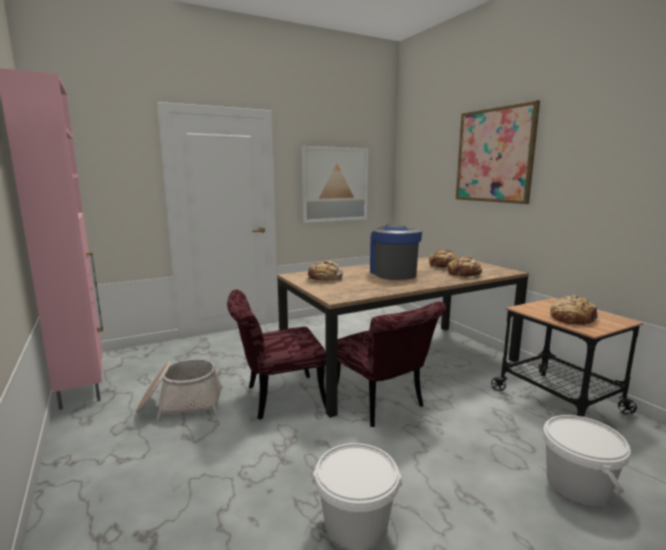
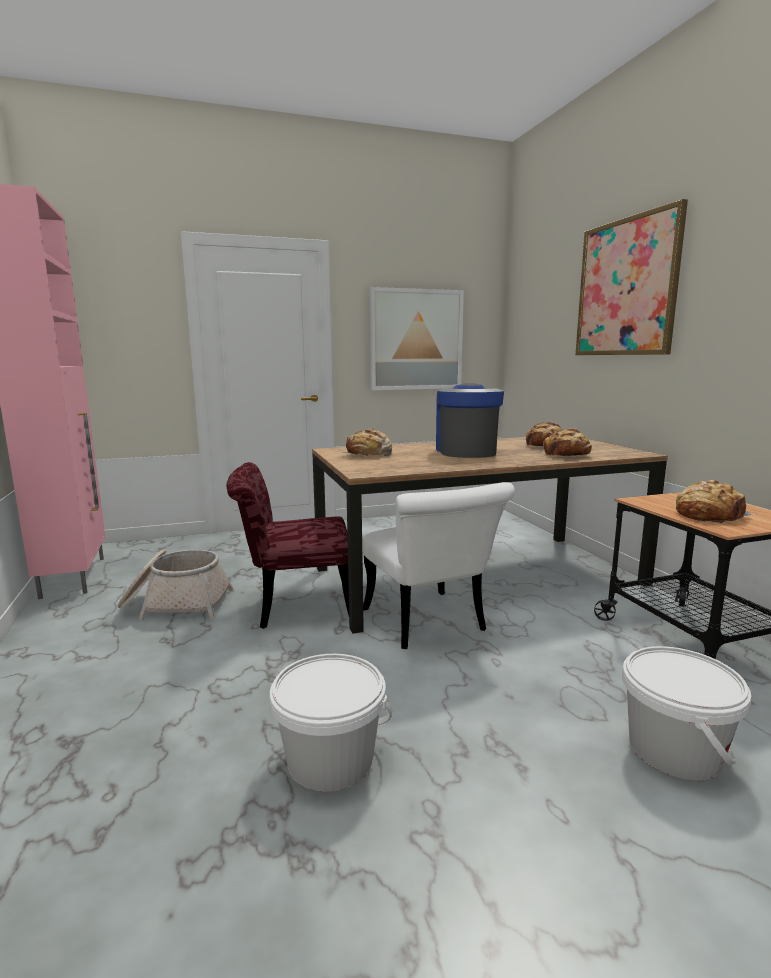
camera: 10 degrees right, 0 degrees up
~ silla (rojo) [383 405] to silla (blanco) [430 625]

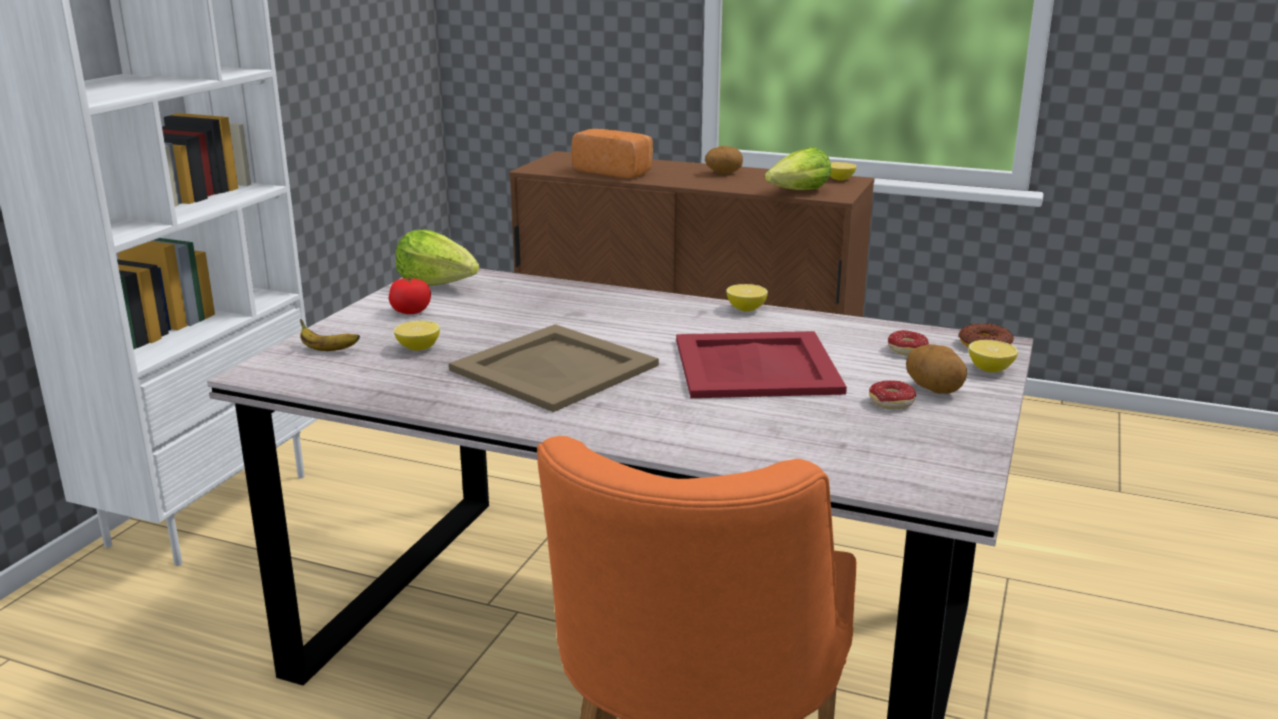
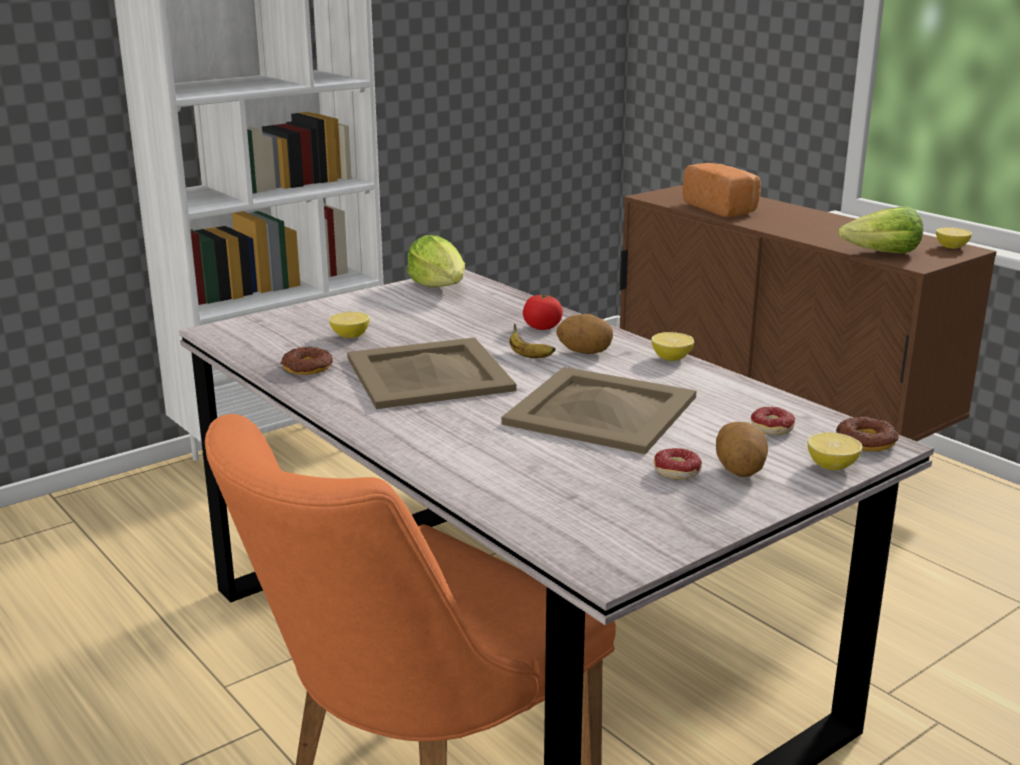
camera: 30 degrees right, 0 degrees up
+ rosquilla [307 367]
~ bandeja (rojo) [754 365] to bandeja (beis) [600 409]
~ plátano [327 349] to [528 356]
~ tomate [410 311] to [542 327]
~ patata [723 173] to [584 352]

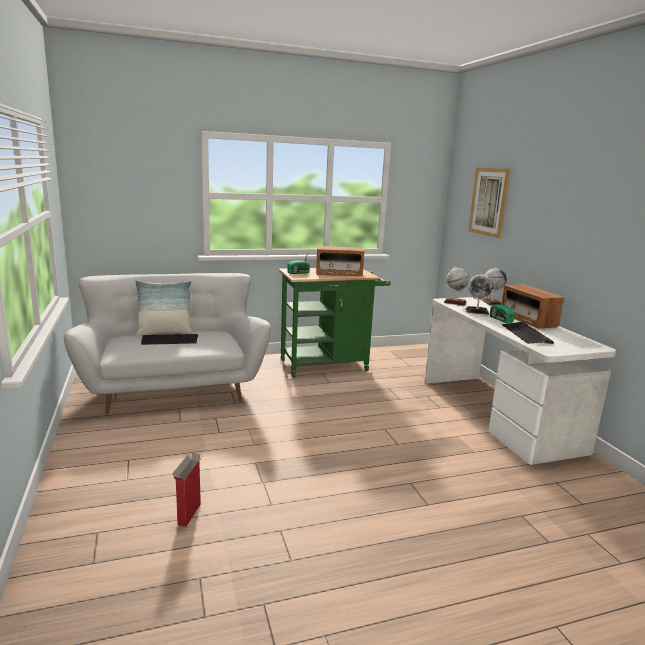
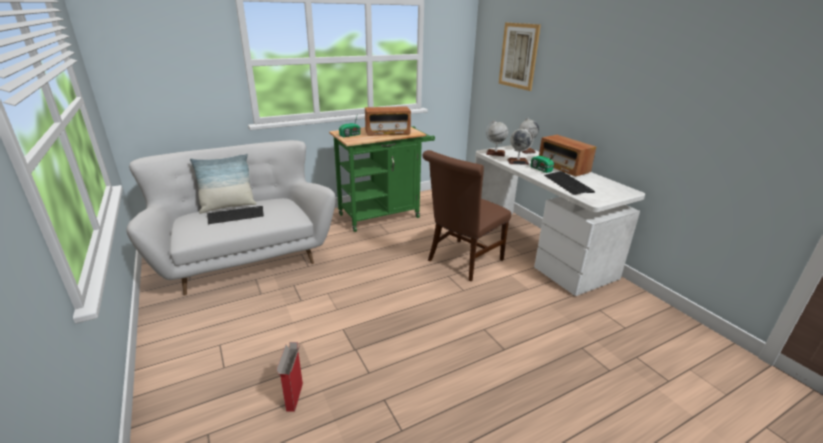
camera: 10 degrees left, 10 degrees up
+ silla (marrón) [462 261]

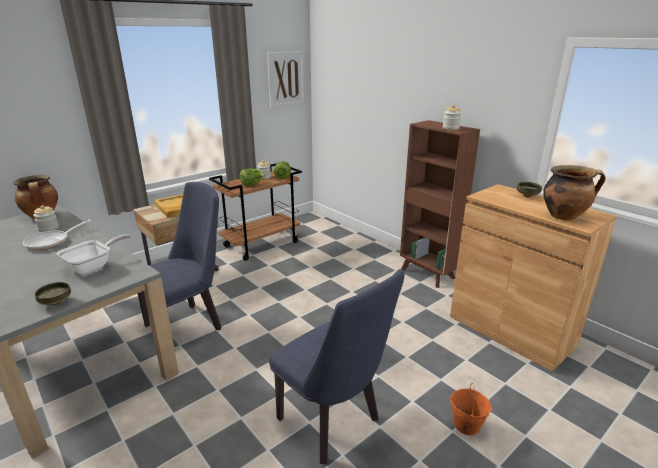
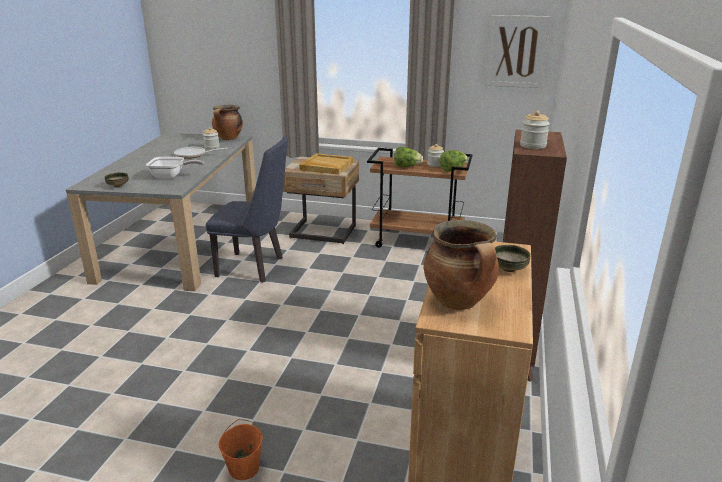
camera: 55 degrees right, 0 degrees up
- silla (azul) [334 424]

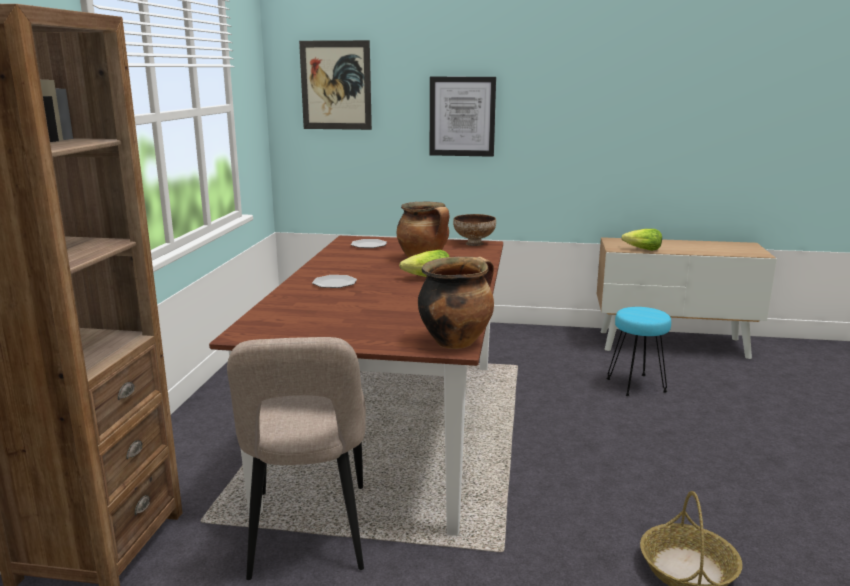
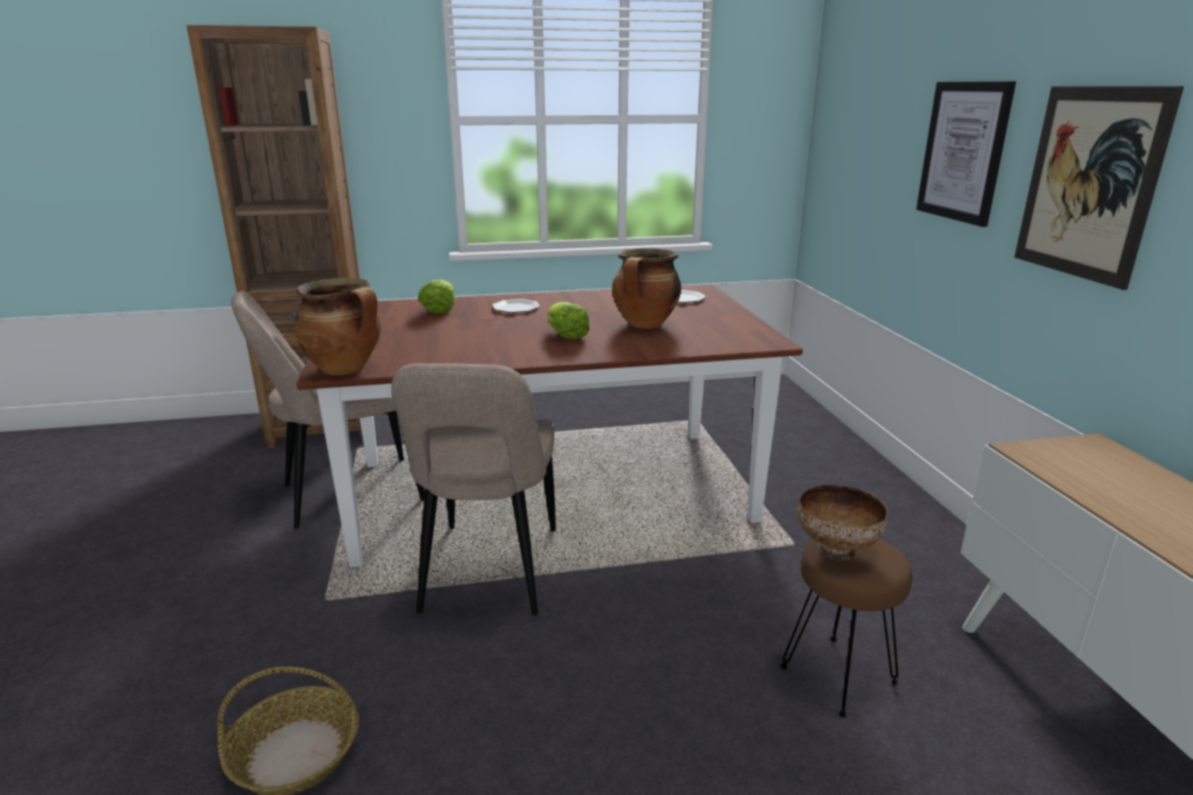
camera: 70 degrees right, 5 degrees up
+ silla (beis) [488 574]
~ lechuga [642 249] to [439 309]
~ taburete (turquesa) [636 385] to taburete (marrón) [838 676]
~ cuenco [474 243] to [837 550]
~ cuadro [336 85] to [1089 183]

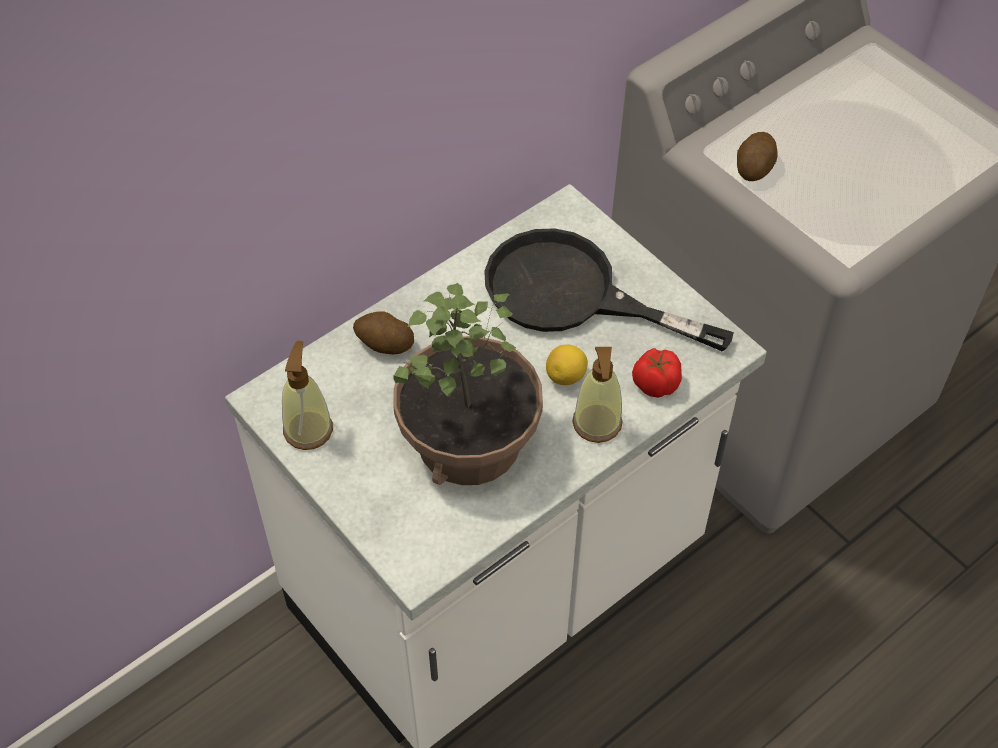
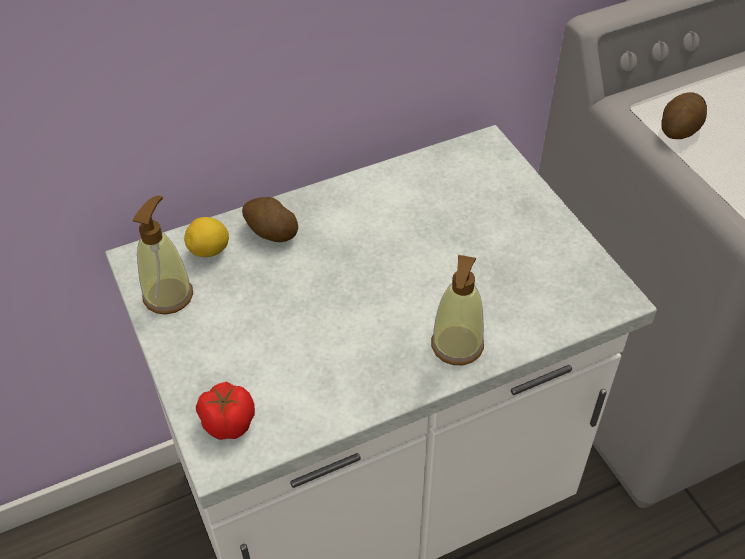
camera: 15 degrees right, 5 degrees down
~ limón [566 376] to [209 251]
~ tomate [655 384] to [227 422]
- planta en maceta [470 443]
- sartén (negro) [572 295]

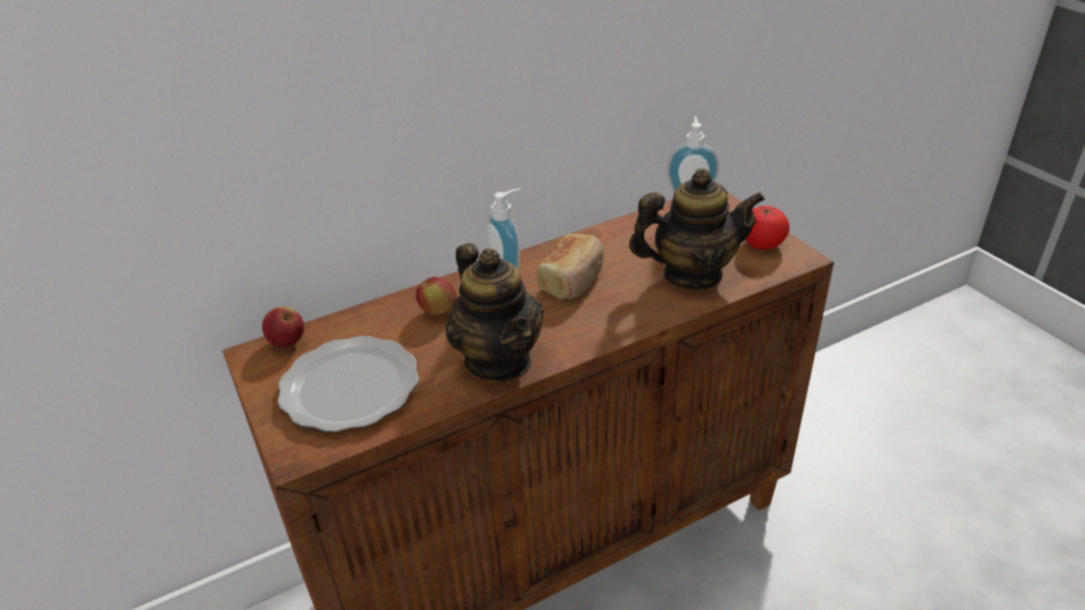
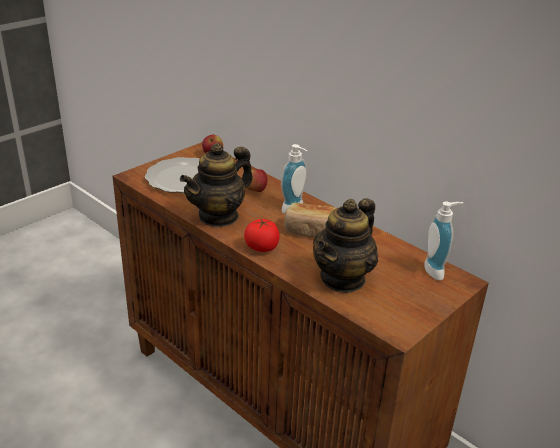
camera: 70 degrees right, 5 degrees down
~ tomate [762 244] to [261 247]
~ tetera [692 274] = [343 278] 60 degrees clockwise

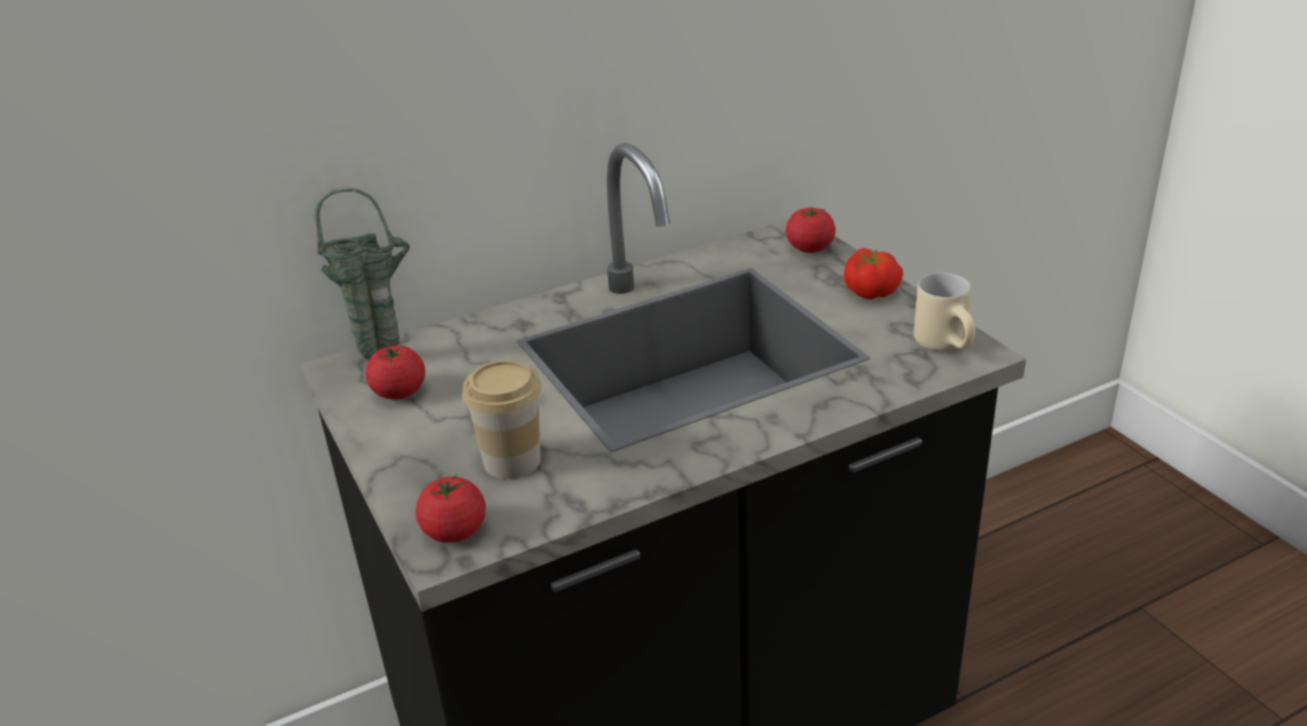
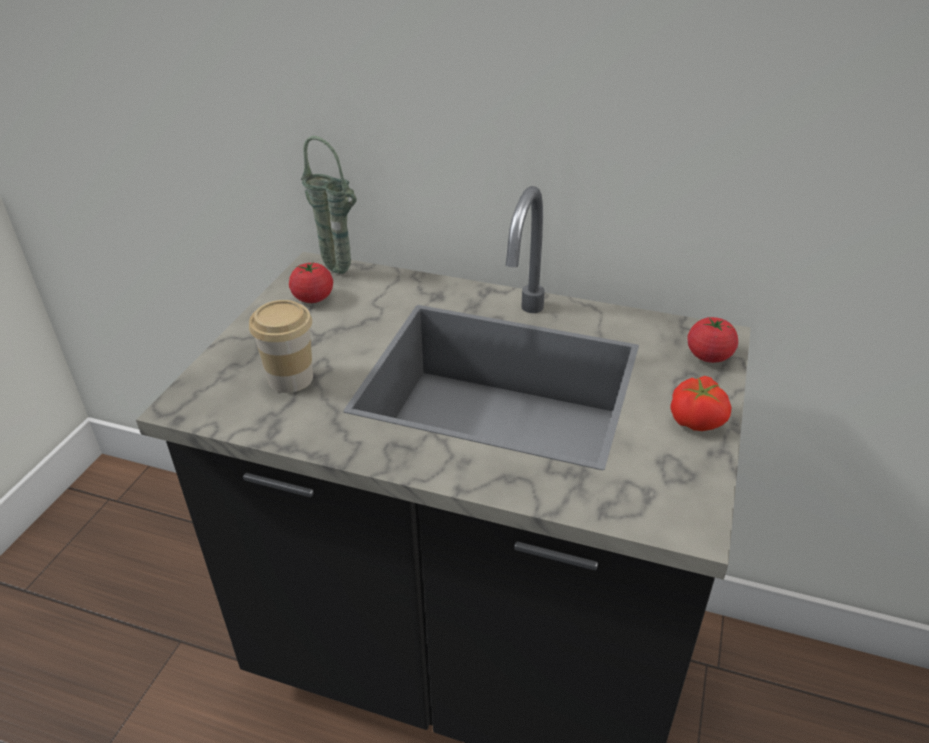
camera: 45 degrees right, 5 degrees up
- tomate [454 531]
- taza grande (beis) [948 346]

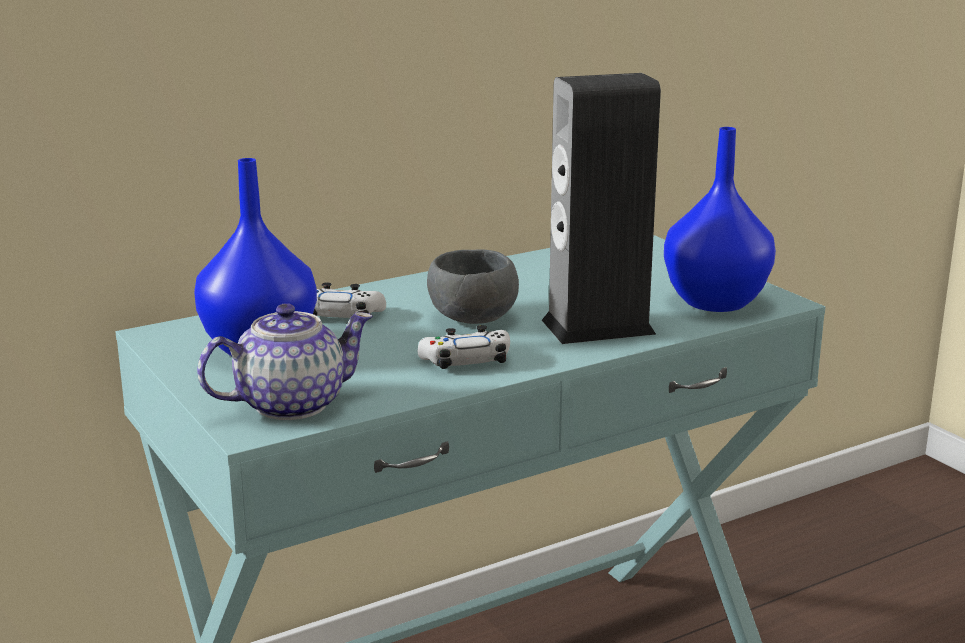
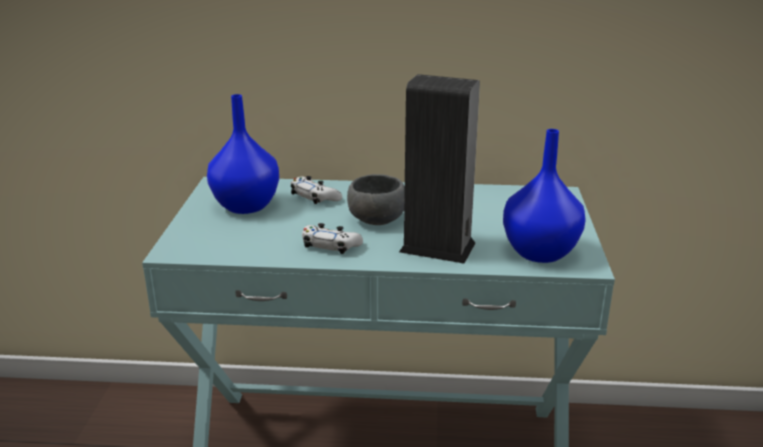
camera: 35 degrees right, 5 degrees up
- tetera [289 404]

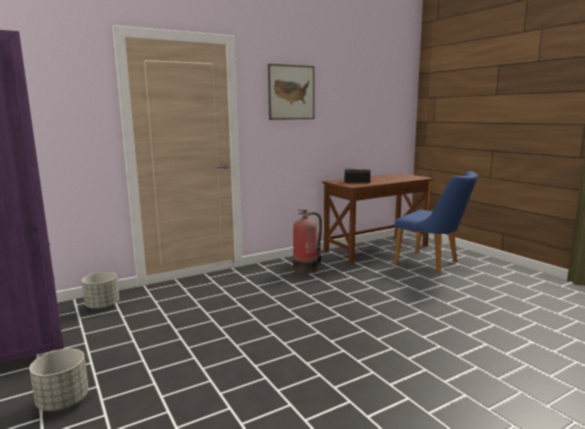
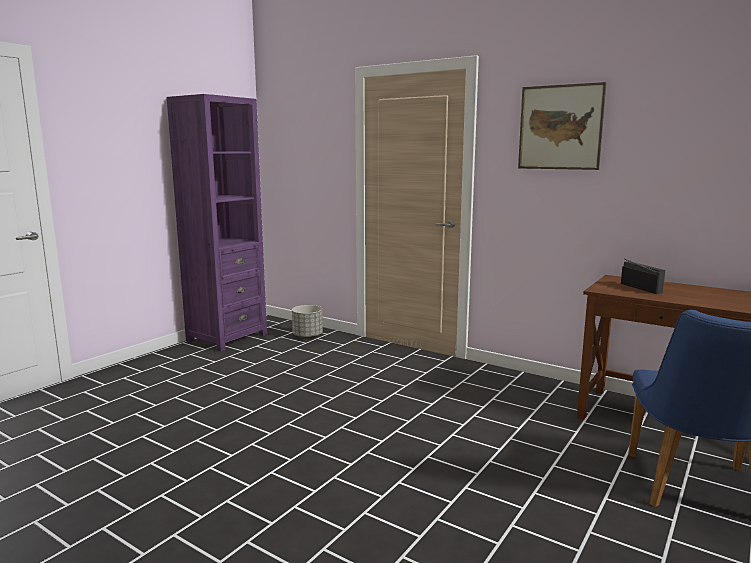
camera: 65 degrees right, 0 degrees up
- maceta (gris) [63 401]
- extintor [307 269]

